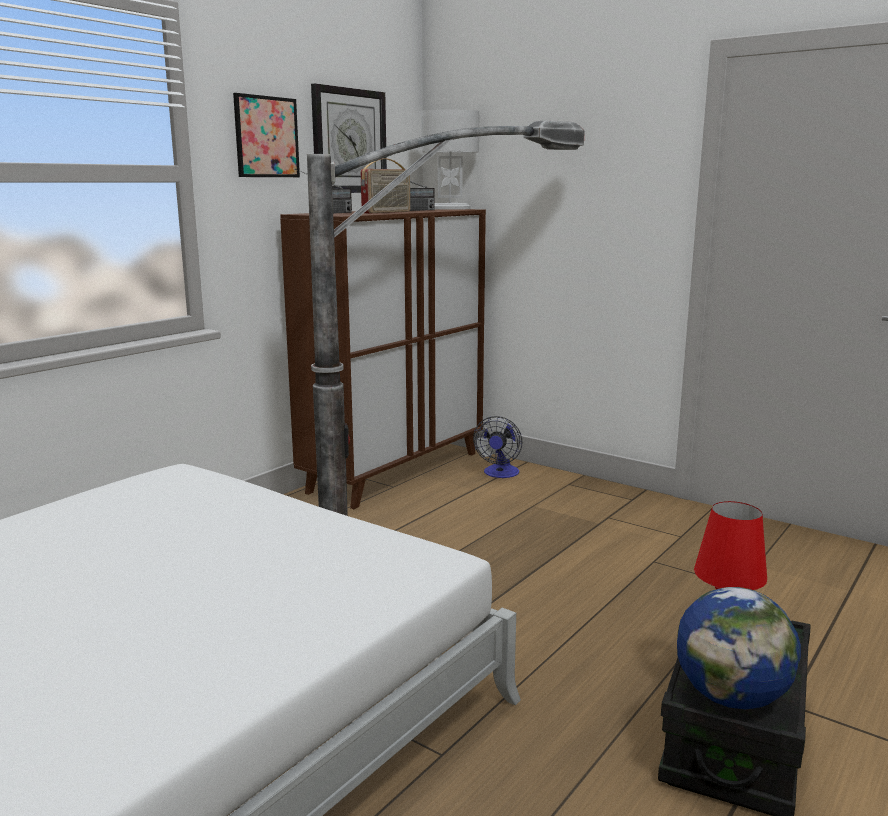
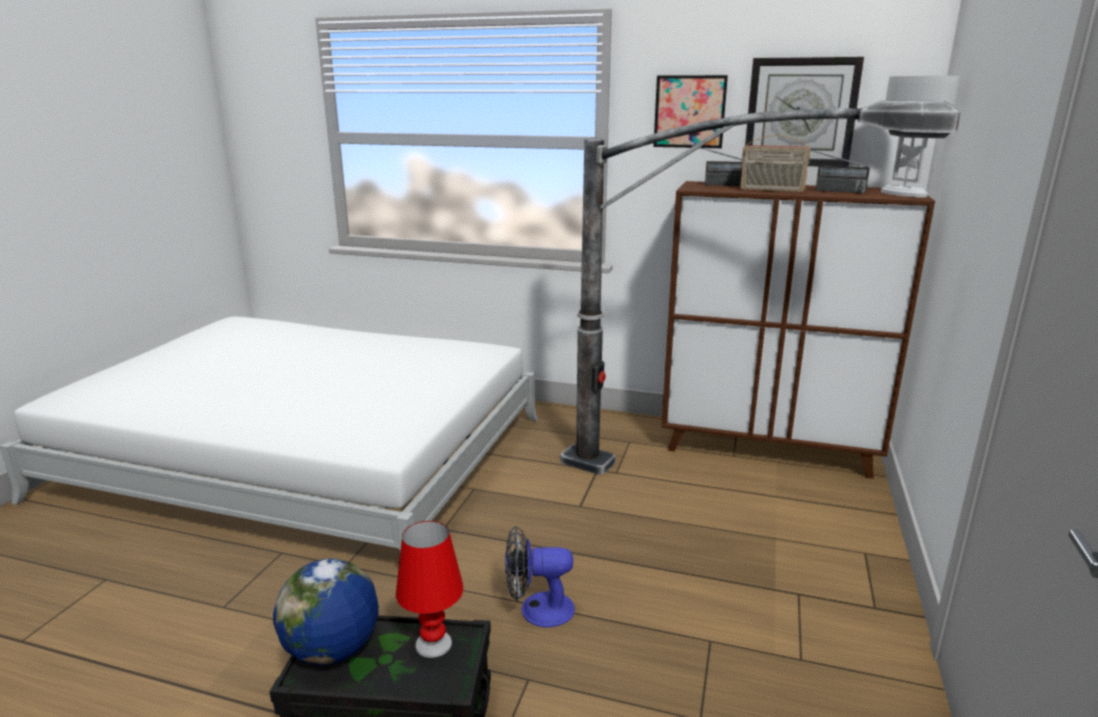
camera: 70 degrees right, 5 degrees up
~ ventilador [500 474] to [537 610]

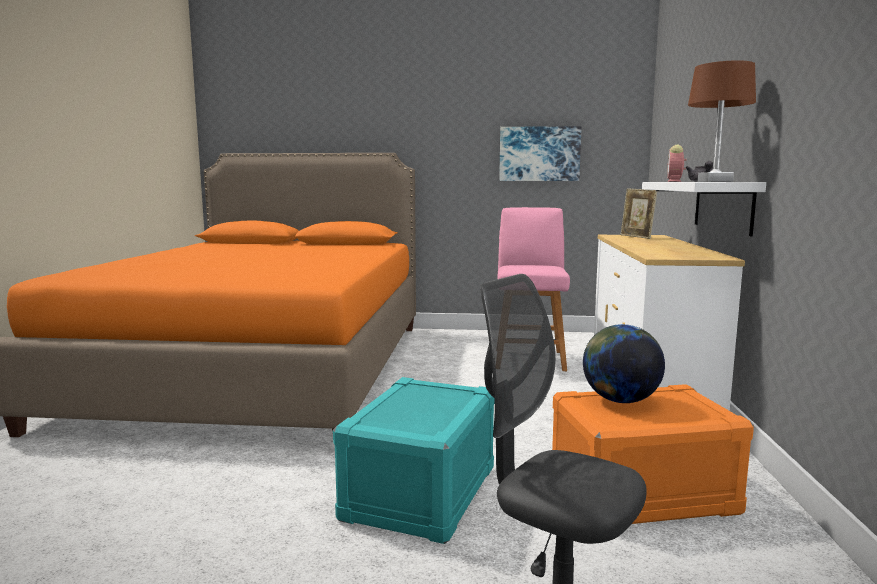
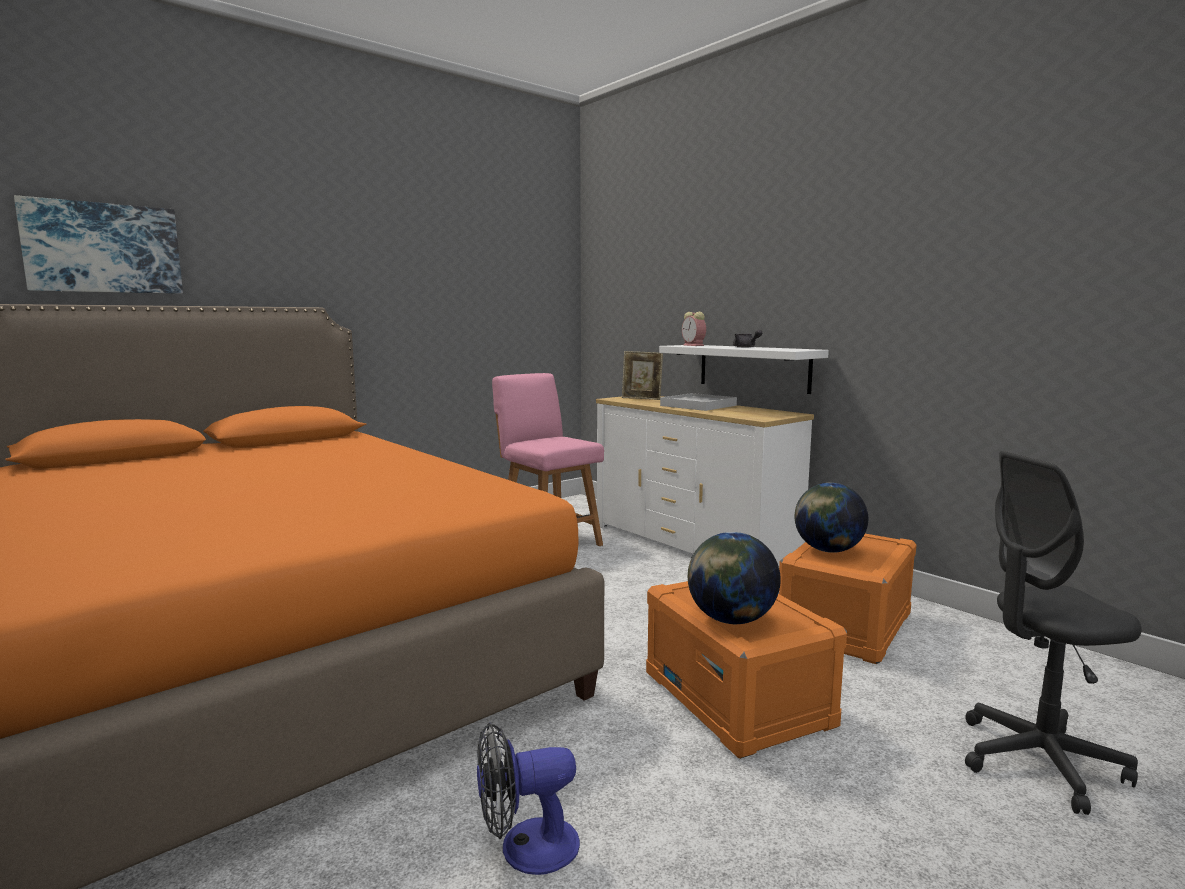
camera: 45 degrees left, 0 degrees up
~ cuadro [539 154] to [103 248]
+ ventilador [526 849]
~ caja de almacenaje (turquesa) [421 494] to caja de almacenaje (naranja) [738 699]
+ bandeja (blanco) [698 405]
+ globo terráqueo [731 620]
- lámpara de mesa (marrón) [714 181]

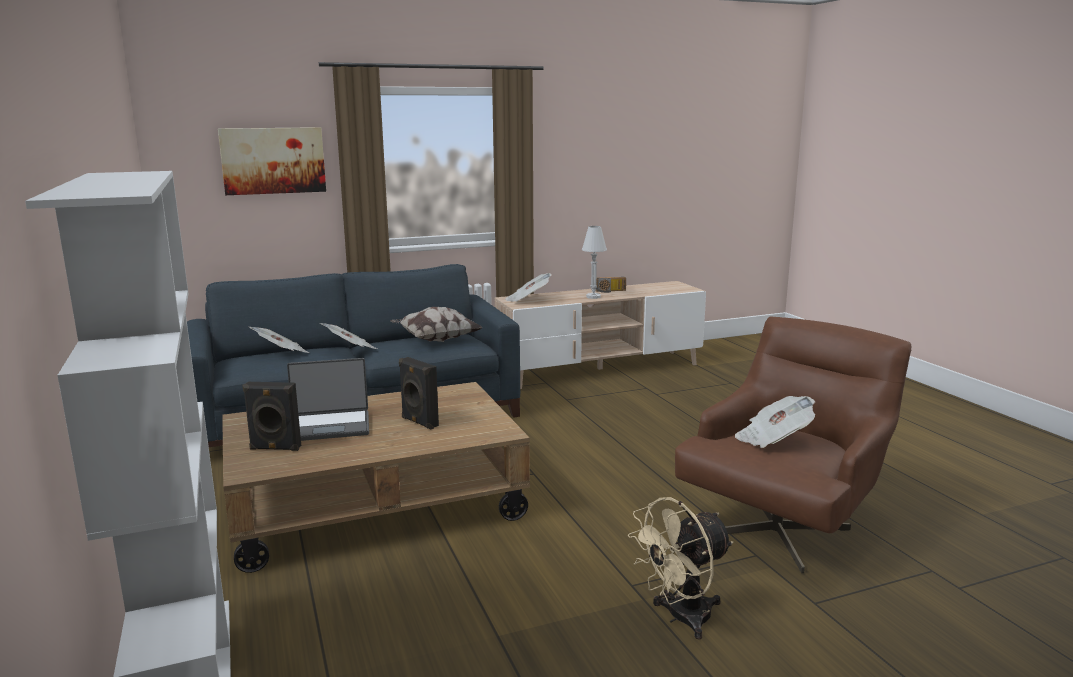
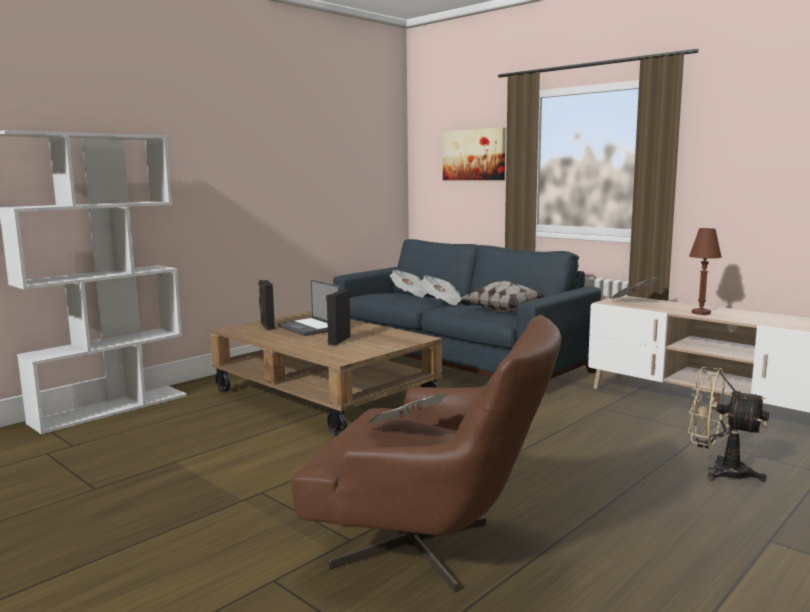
camera: 65 degrees right, 5 degrees down
~ ventilador (beis) [680 618] to [719 471]
~ lámpara de mesa (blanco) [593 297] to lámpara de mesa (marrón) [701 313]
- radio [610 291]

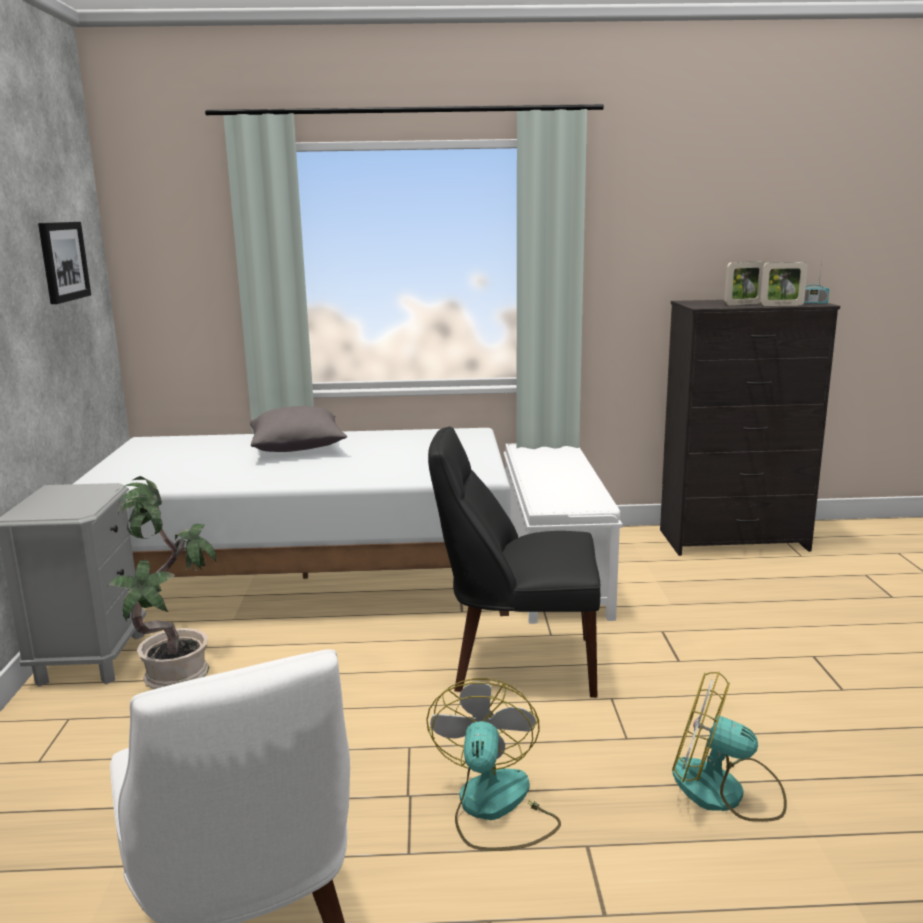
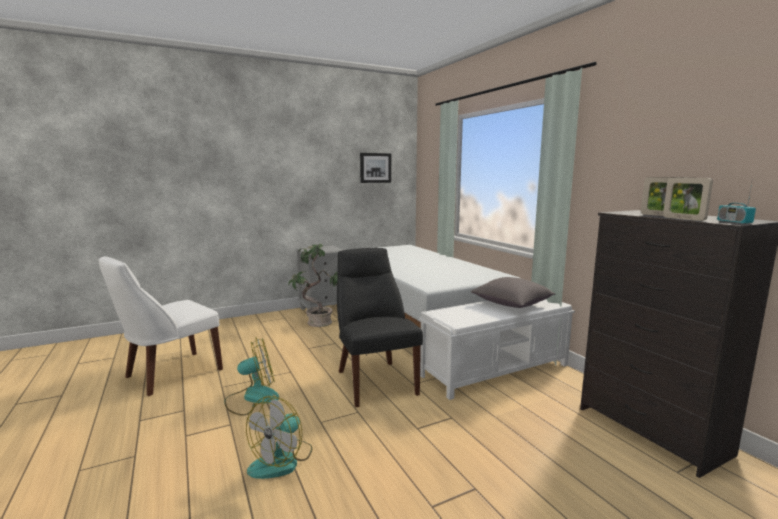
camera: 65 degrees right, 5 degrees down
~ ventilador [725 791] = [282 460] 150 degrees counterclockwise
~ cojín (gris) [298 448] to [512 305]

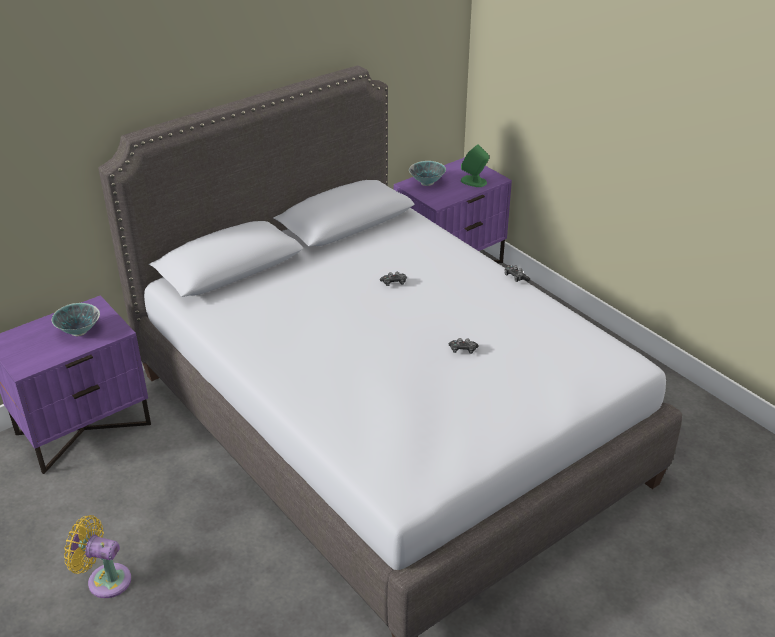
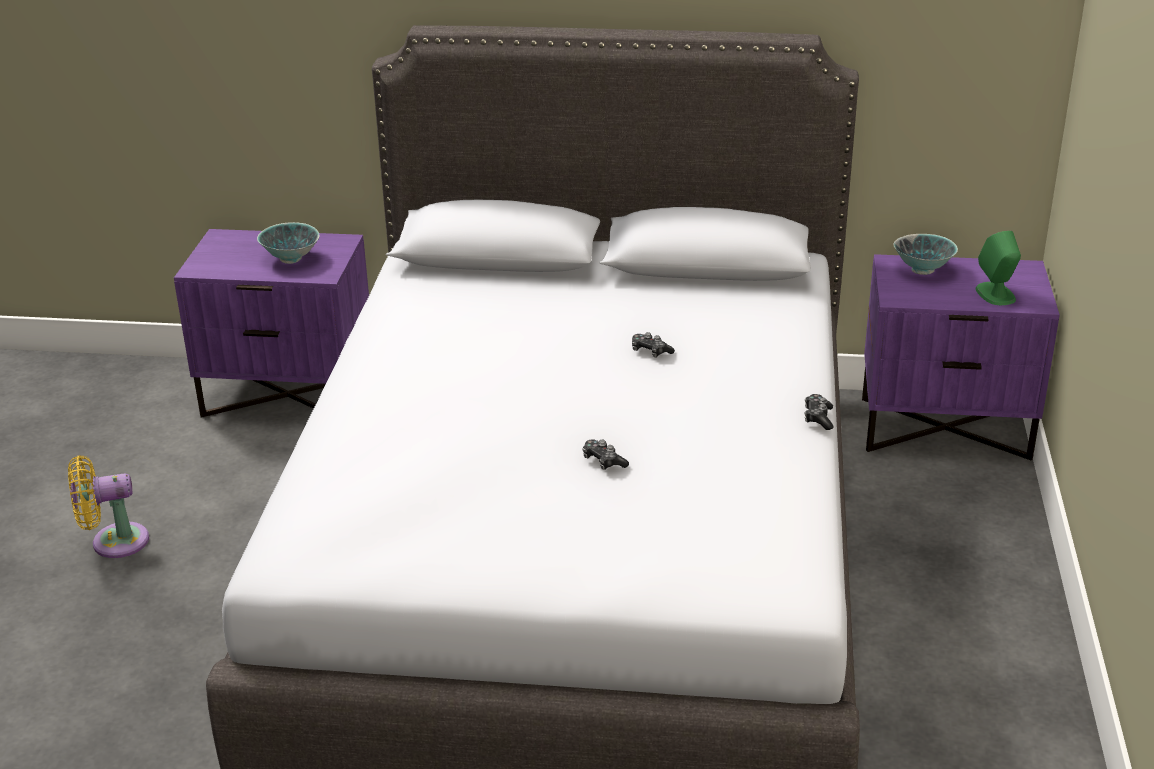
camera: 45 degrees right, 5 degrees down
~ ventilador (amarillo) [105 579] = [114 542] 75 degrees counterclockwise

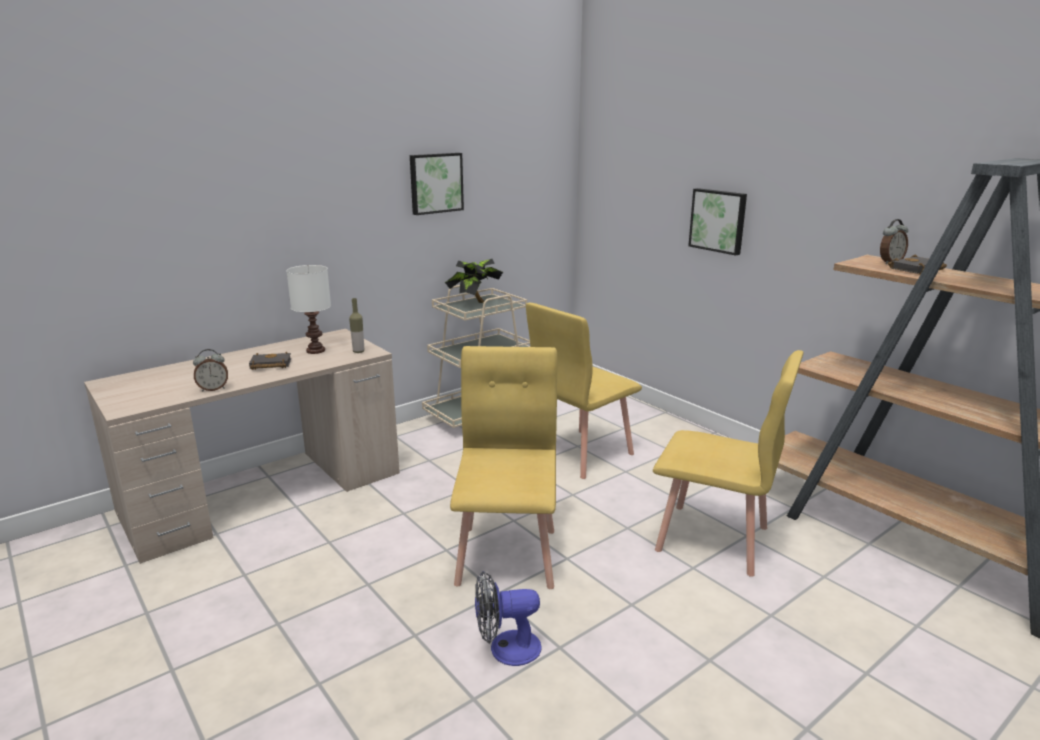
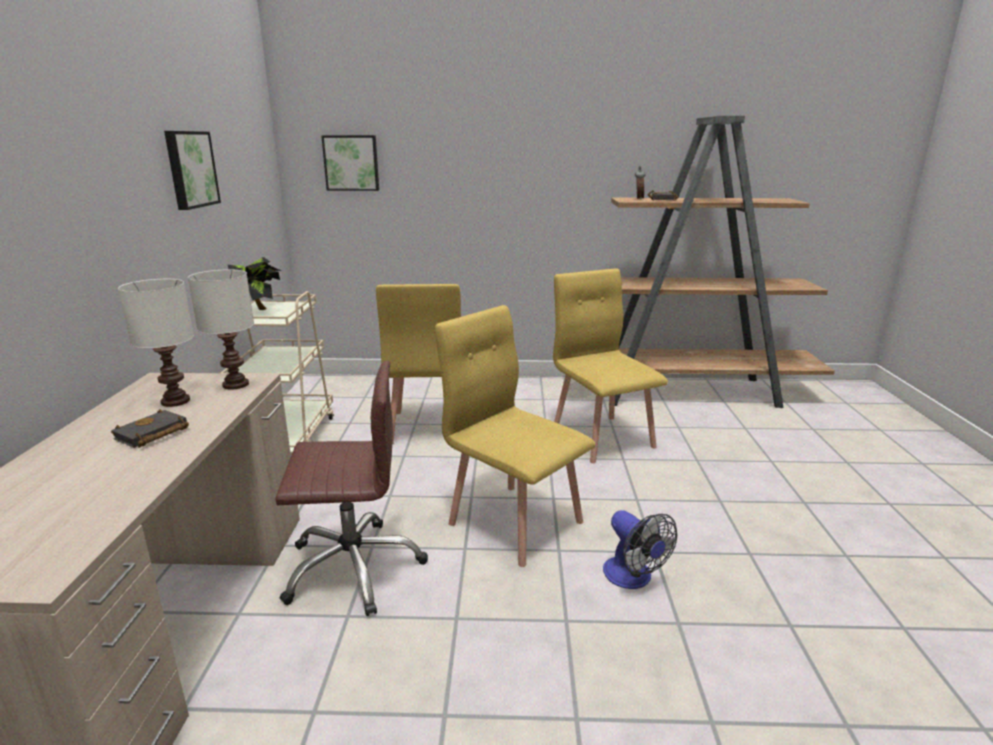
camera: 50 degrees left, 0 degrees up
~ botella [358 351] to lámpara de mesa (blanco) [236 384]
+ silla de oficina (marrón) [353 567]
~ cuadro [718 220] to [351 163]
~ silla (amarillo) [713 539] = [602 437] 90 degrees counterclockwise
~ ventilador [506 649] = [633 578] 60 degrees counterclockwise
- despertador [213 389]

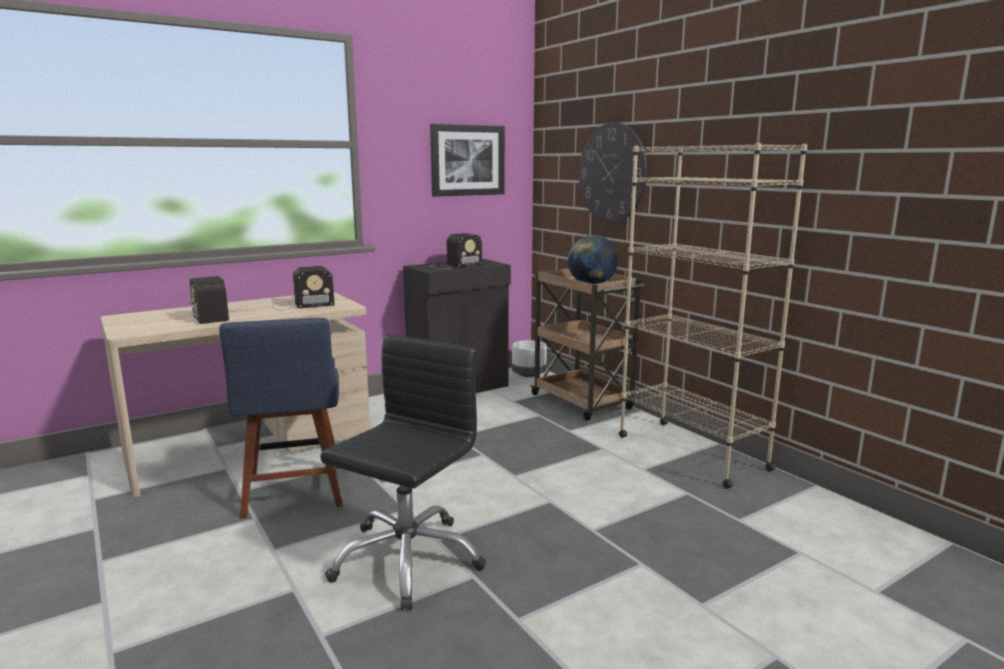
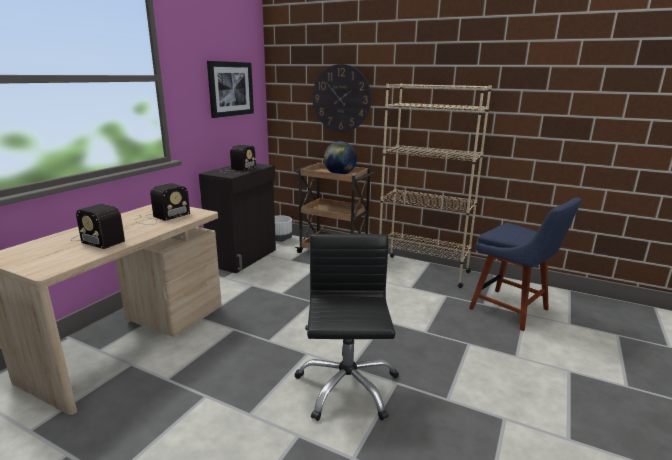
camera: 30 degrees left, 5 degrees up
~ silla (azul) [294 493] to [512 310]

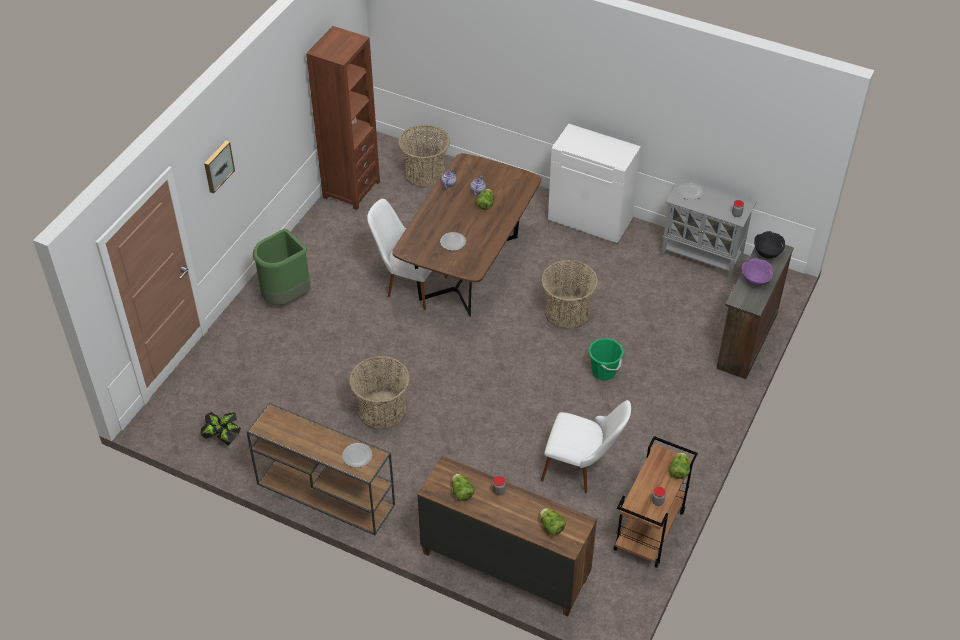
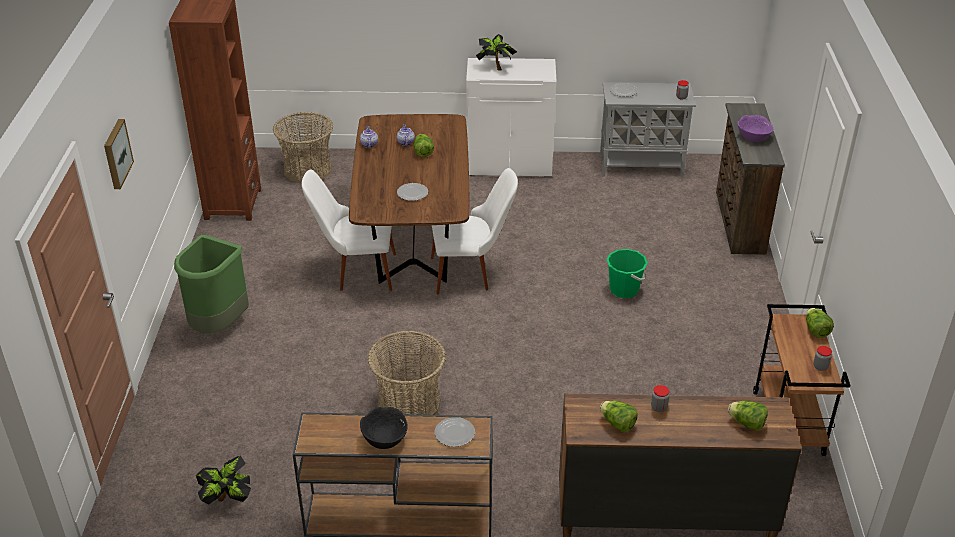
camera: 25 degrees left, 10 degrees down
~ cuenco (negro) [768 252] to [385 438]
~ silla (blanco) [582 468] to [472 272]
+ planta en maceta [495 67]
- cesta [567 312]

